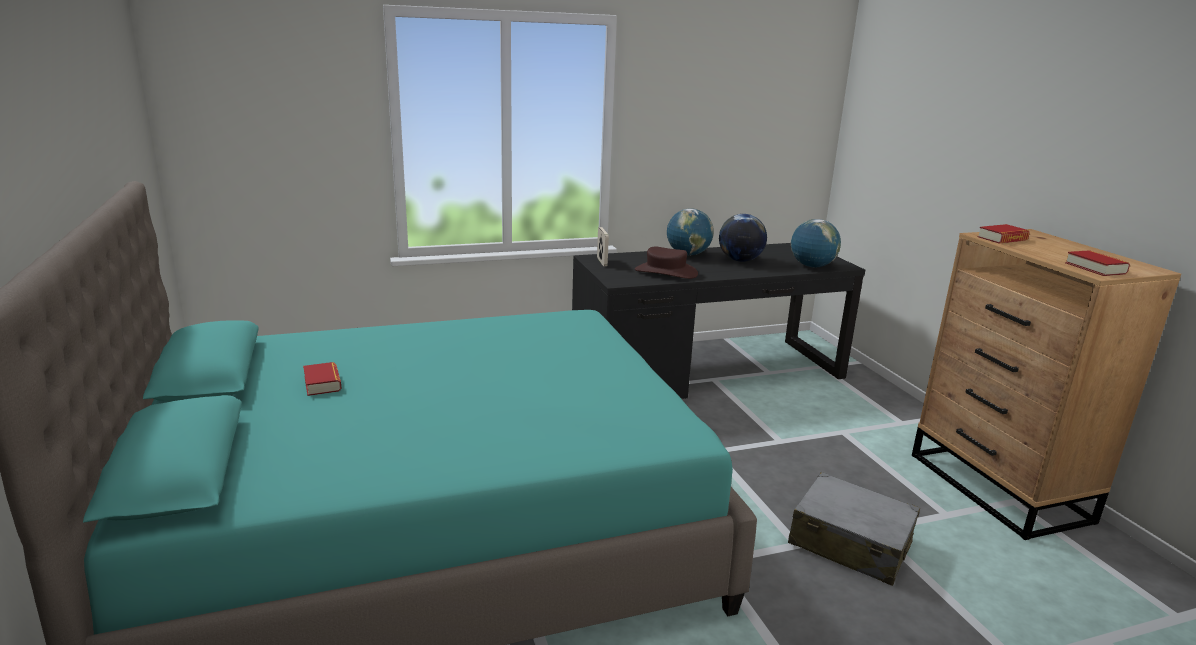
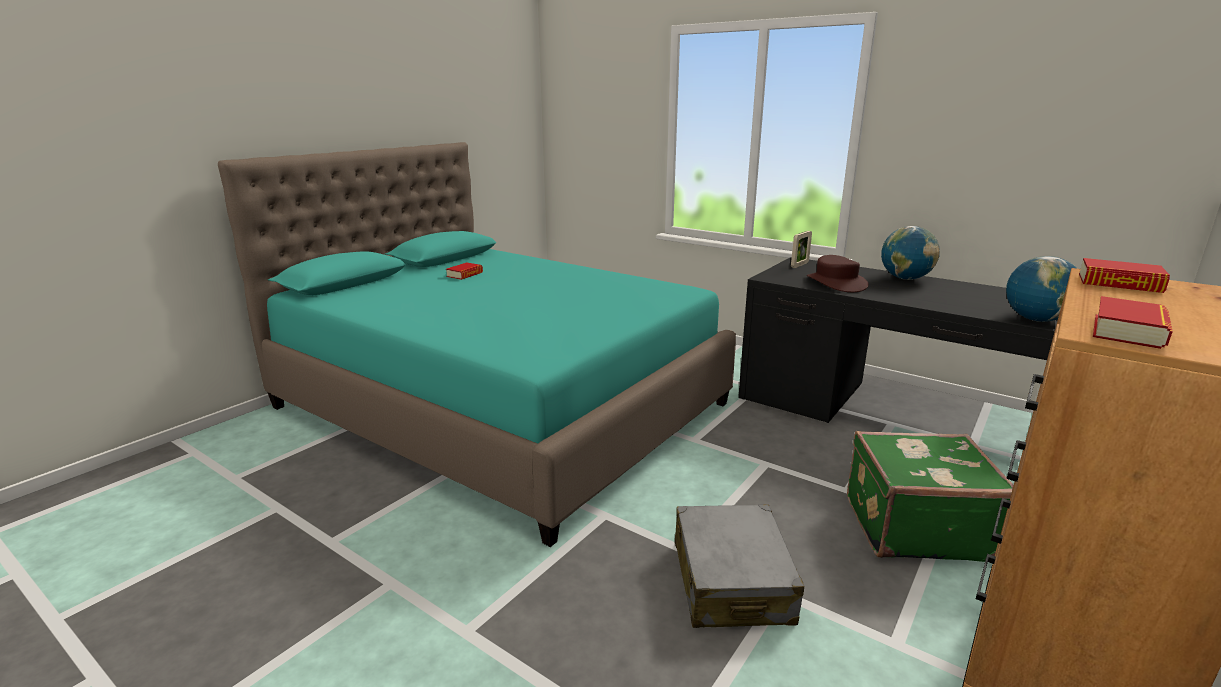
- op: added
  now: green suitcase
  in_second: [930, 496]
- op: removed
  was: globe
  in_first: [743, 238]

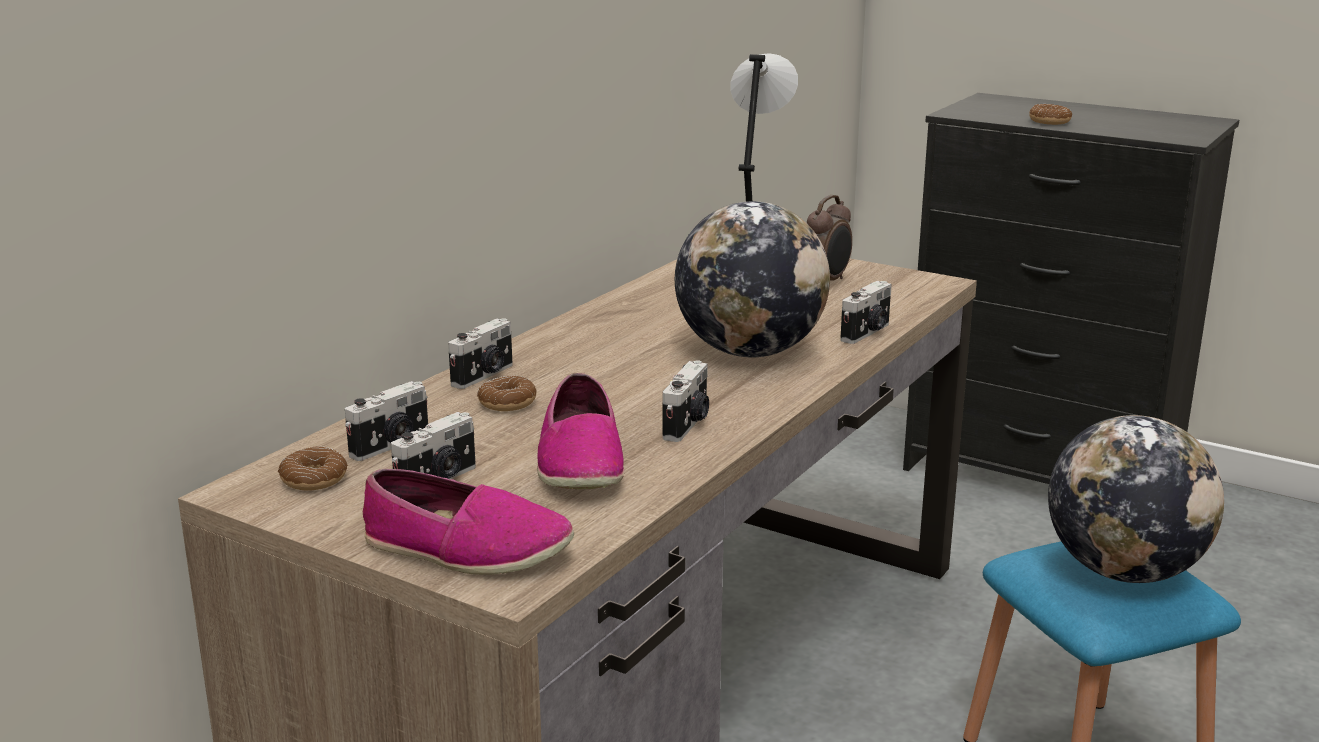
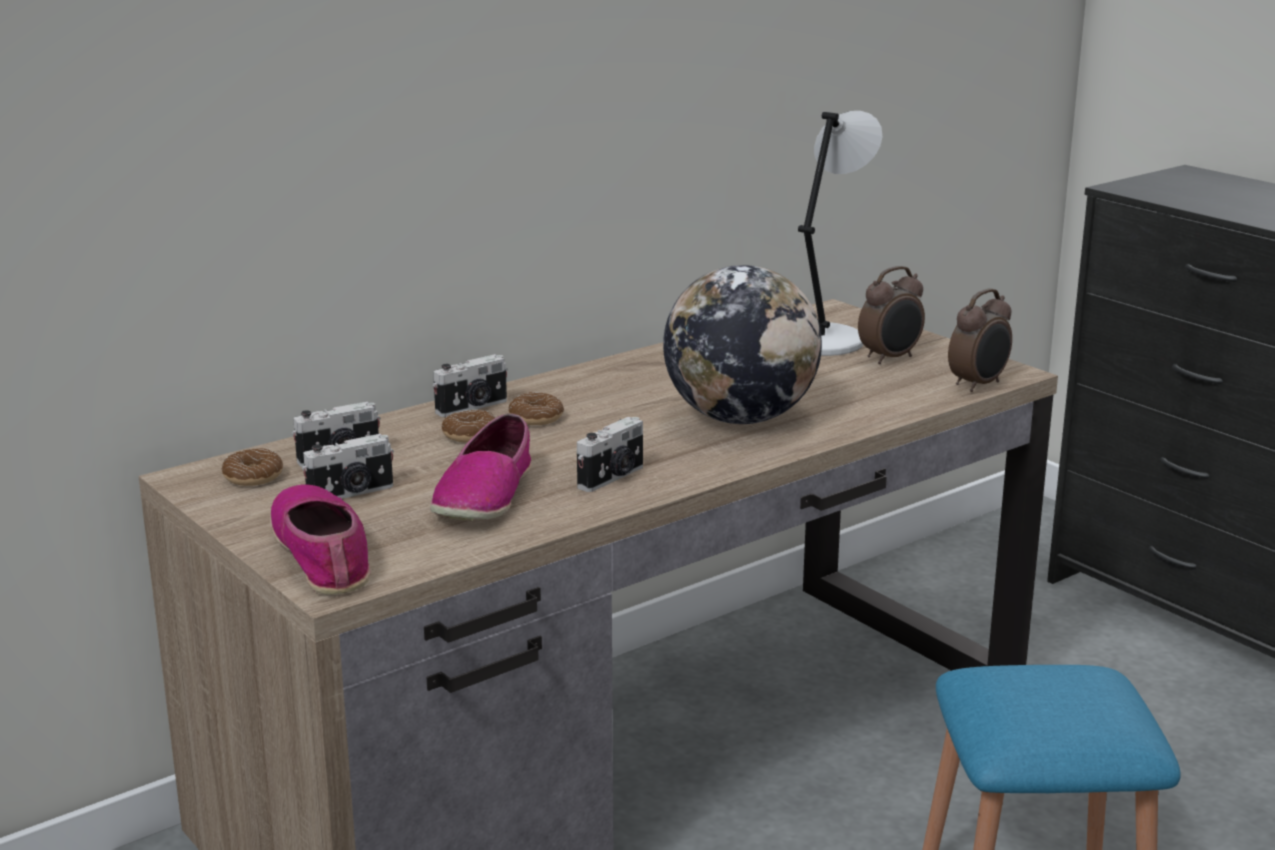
- op: turned
  was: shoe
  in_first: [468, 522]
  in_second: [320, 539]
  clockwise: -150
- op: moved
  was: ring doughnut
  in_first: [1050, 114]
  in_second: [536, 408]
- op: added
  now: bedside clock
  in_second: [980, 340]
- op: removed
  was: still camera
  in_first: [866, 312]
- op: removed
  was: globe
  in_first: [1136, 499]

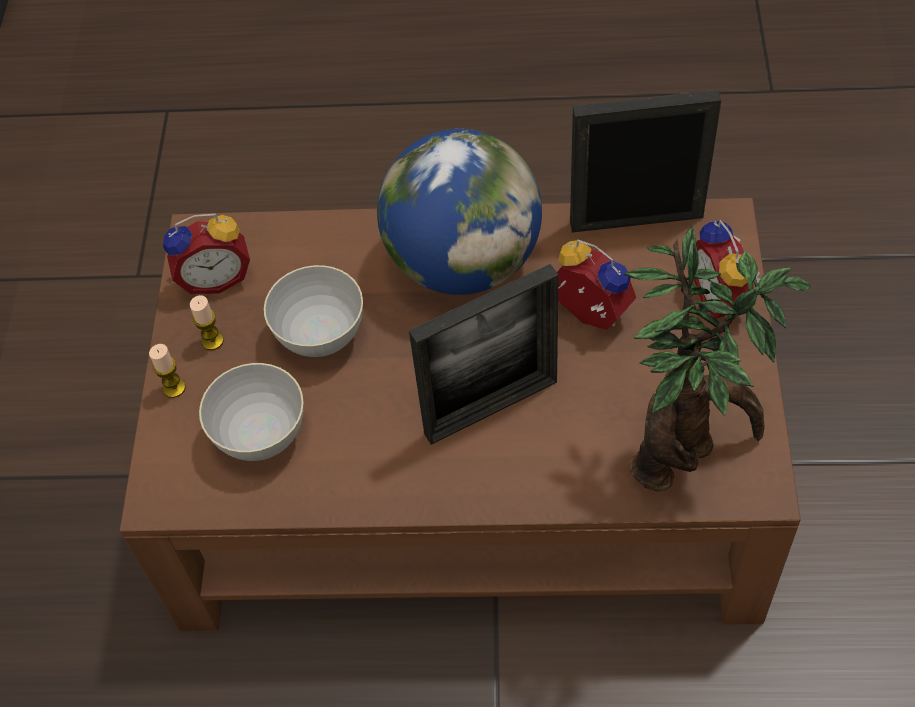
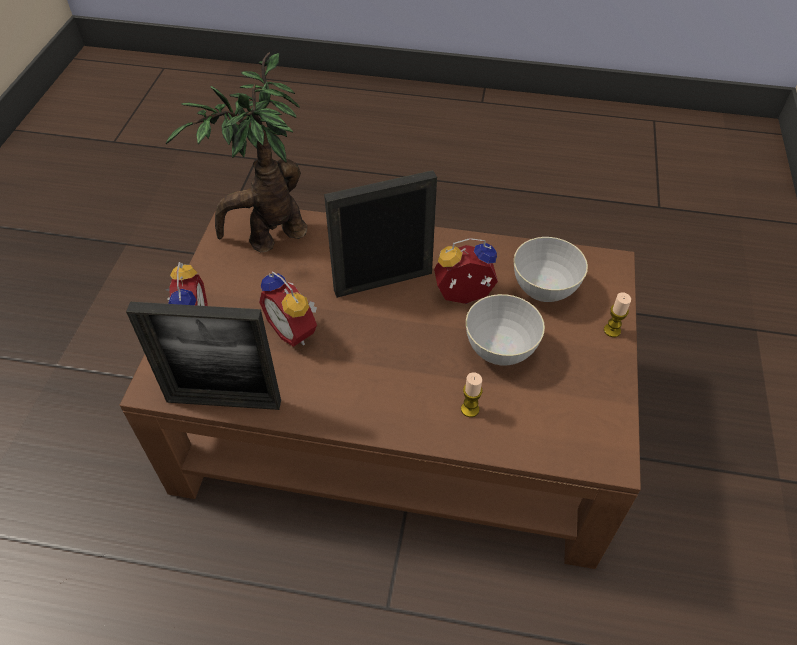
- op: moved
  was: bedside clock
  in_first: [206, 254]
  in_second: [466, 271]
- op: moved
  was: wax light
  in_first: [207, 322]
  in_second: [472, 394]
- op: removed
  was: globe
  in_first: [459, 212]

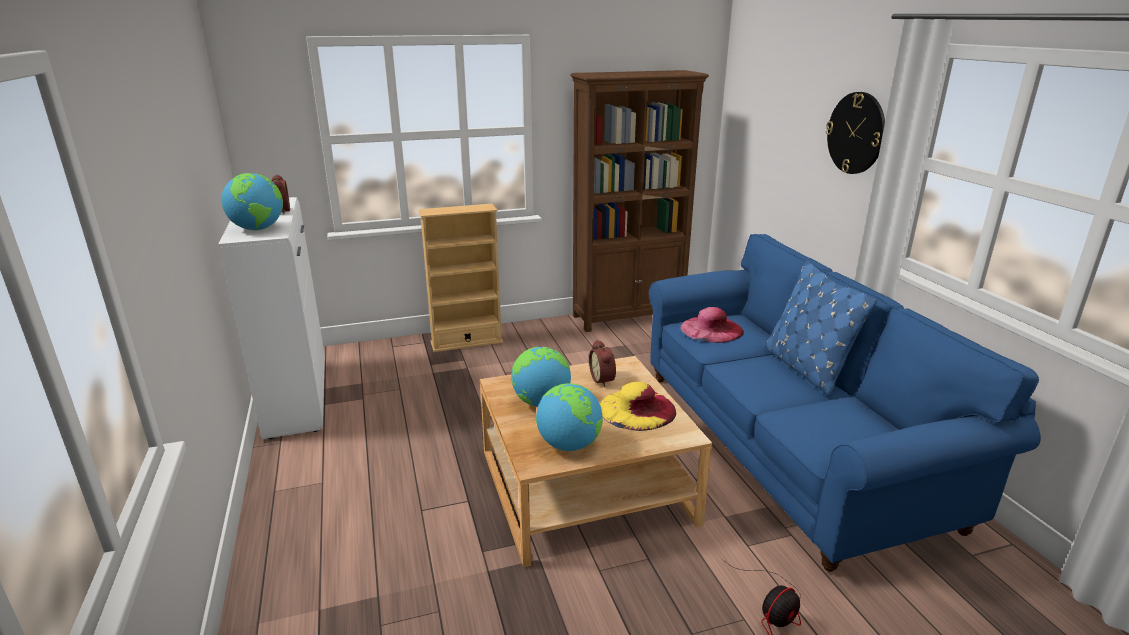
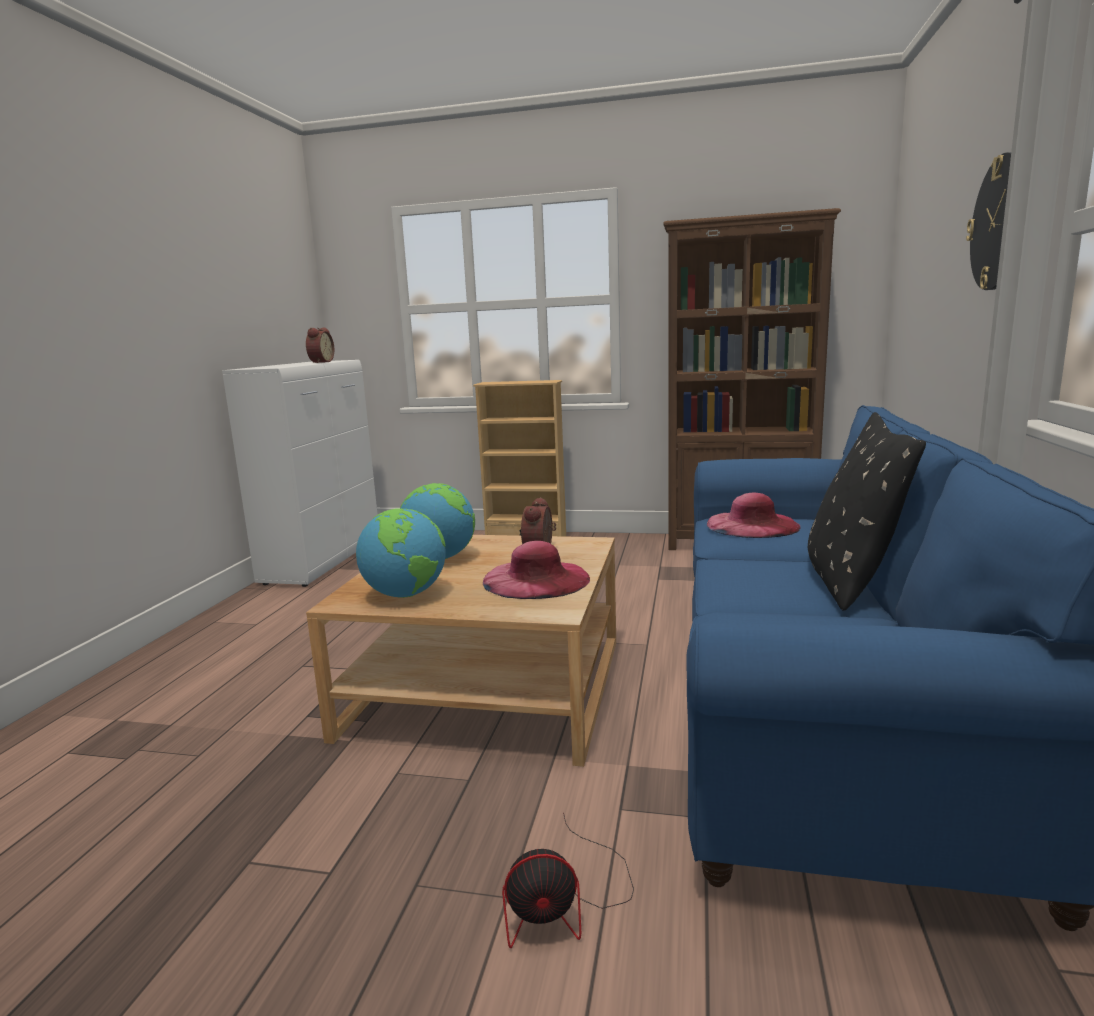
- op: recoloured
  was: yellow wearable hat
  now: pink wearable hat
  in_first: [638, 406]
  in_second: [536, 570]
- op: recoloured
  was: bluish throw pillow
  now: blackish throw pillow
  in_first: [821, 328]
  in_second: [867, 511]
- op: removed
  was: globe
  in_first: [252, 201]

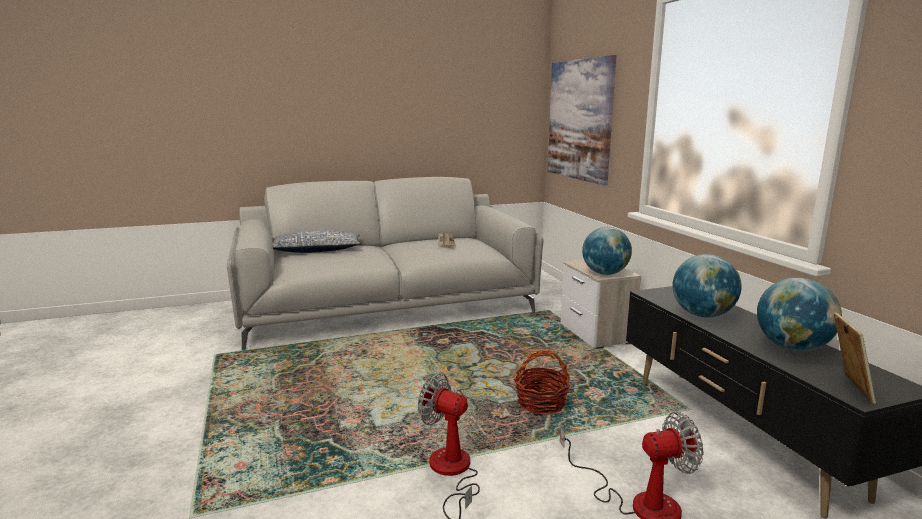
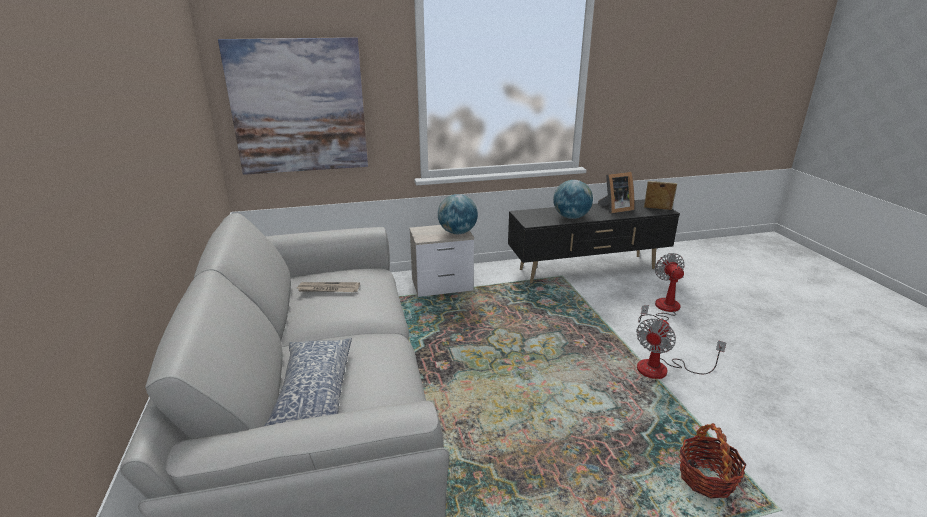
- op: replaced
  was: globe
  now: standing frame
  in_first: [799, 314]
  in_second: [616, 192]
- op: moved
  was: household basket
  in_first: [542, 382]
  in_second: [712, 460]

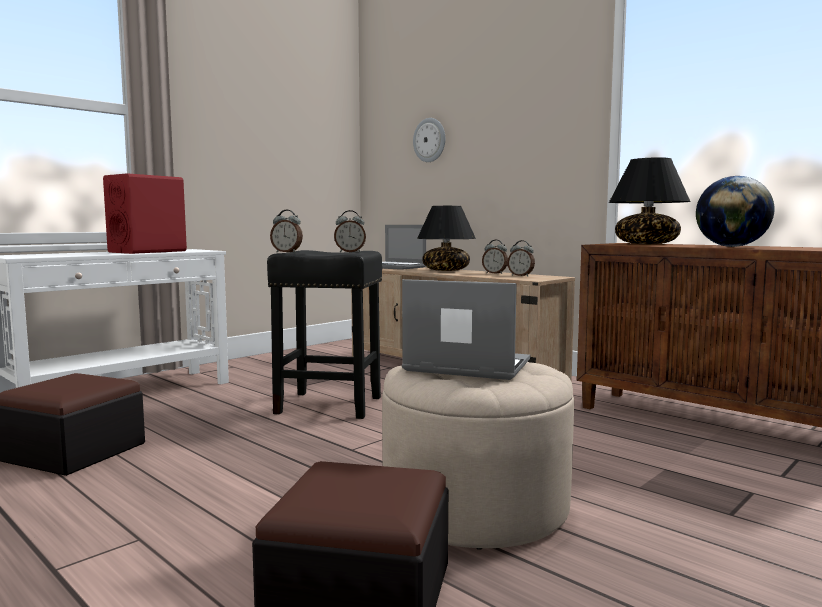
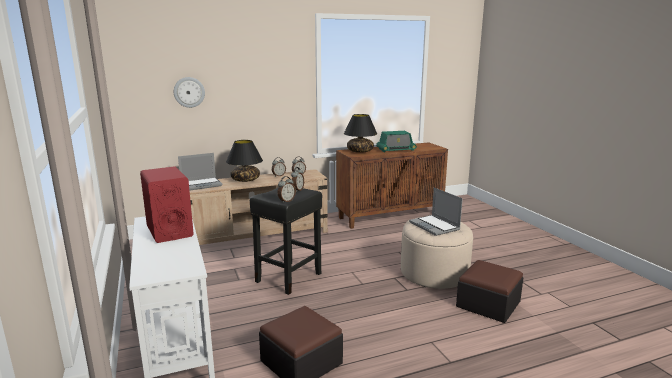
- op: replaced
  was: globe
  now: radio set
  in_first: [735, 211]
  in_second: [396, 142]
- op: turned
  was: portable computer
  in_first: [466, 329]
  in_second: [436, 211]
  clockwise: -75

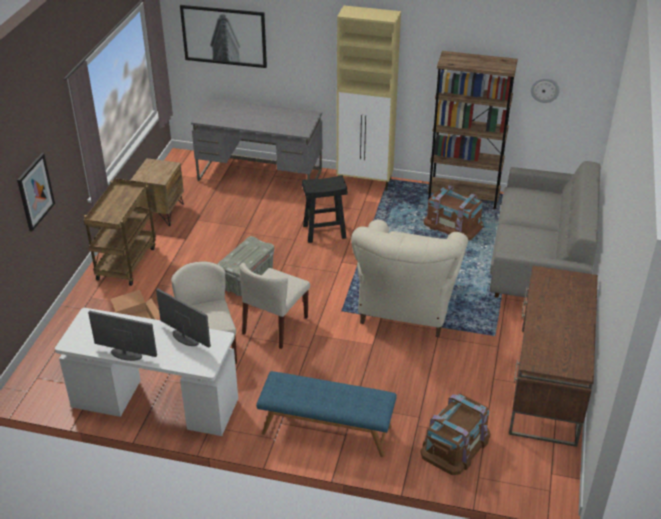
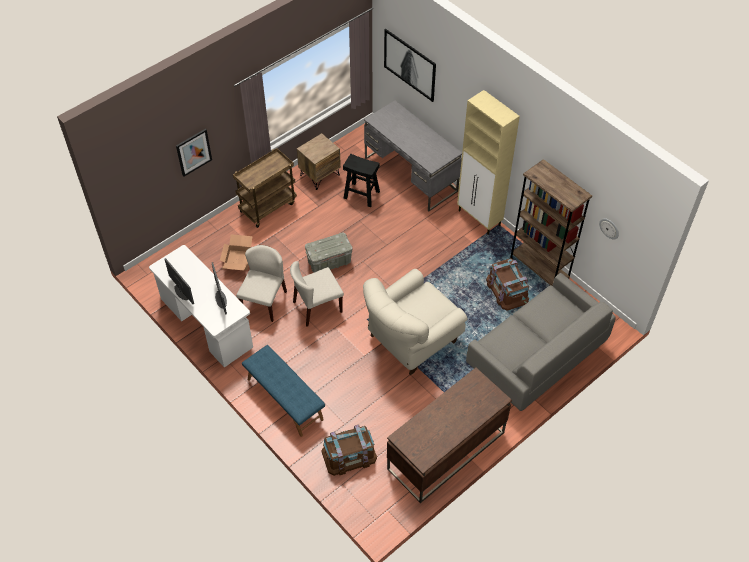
- op: moved
  was: blackish sitting stool
  in_first: [325, 209]
  in_second: [361, 180]

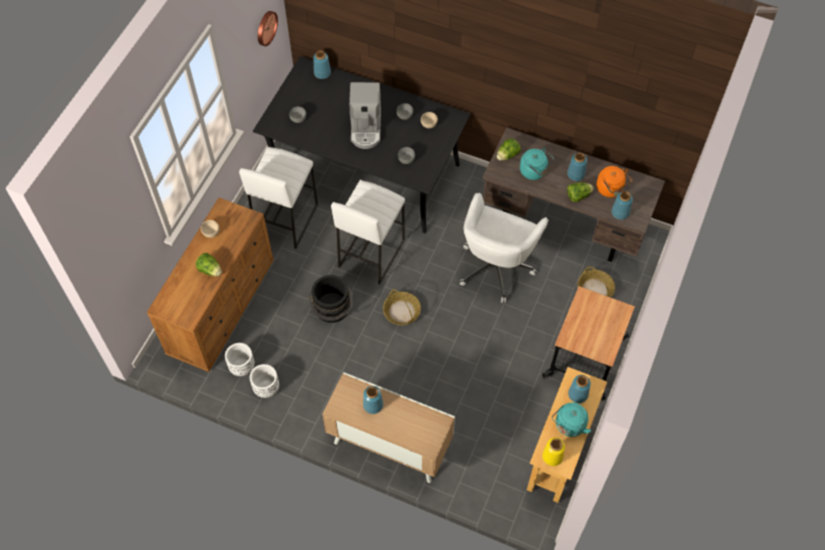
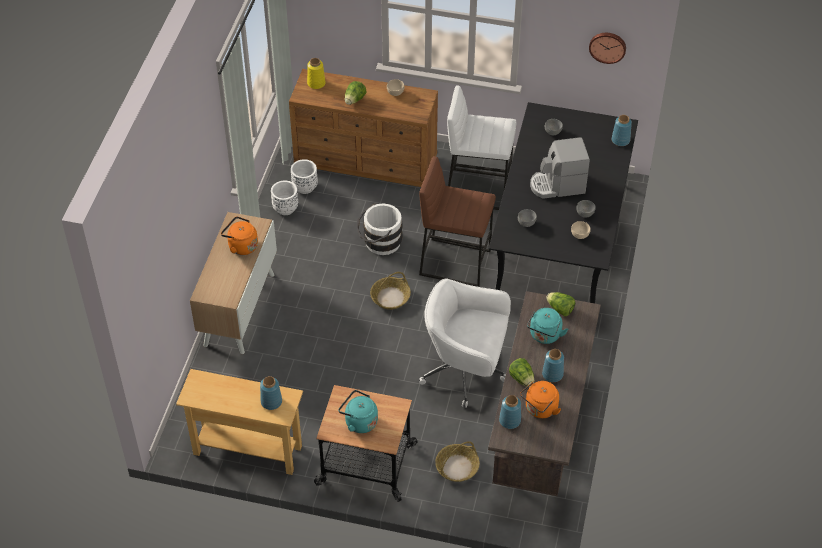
- op: replaced
  was: bluish vase
  now: orange-coloured tea kettle
  in_first: [373, 400]
  in_second: [239, 235]
- op: moved
  was: yellow vase
  in_first: [553, 452]
  in_second: [316, 73]
- op: moved
  was: turquoise-coloured tea kettle
  in_first: [572, 420]
  in_second: [358, 411]
- op: recoloured
  was: blackish pail
  now: white-coloured pail
  in_first: [330, 299]
  in_second: [379, 229]
- op: recoloured
  was: white-coloured sitting stool
  now: brown sitting stool
  in_first: [368, 232]
  in_second: [457, 221]

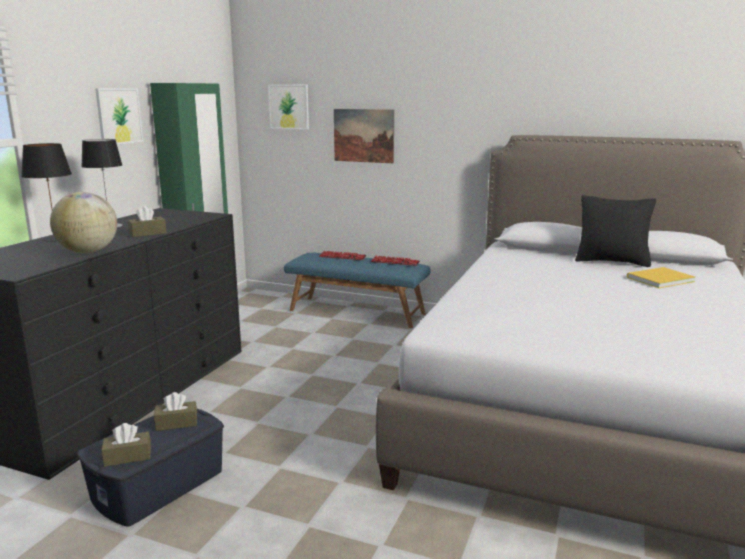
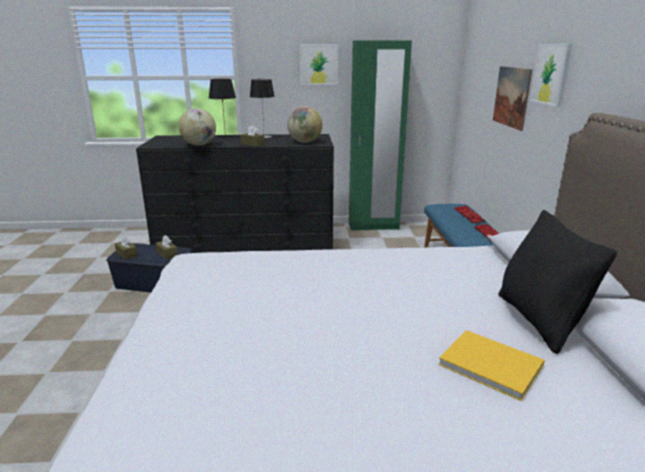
- op: added
  now: globe
  in_second: [305, 124]
- op: moved
  was: picture
  in_first: [288, 107]
  in_second: [551, 75]

